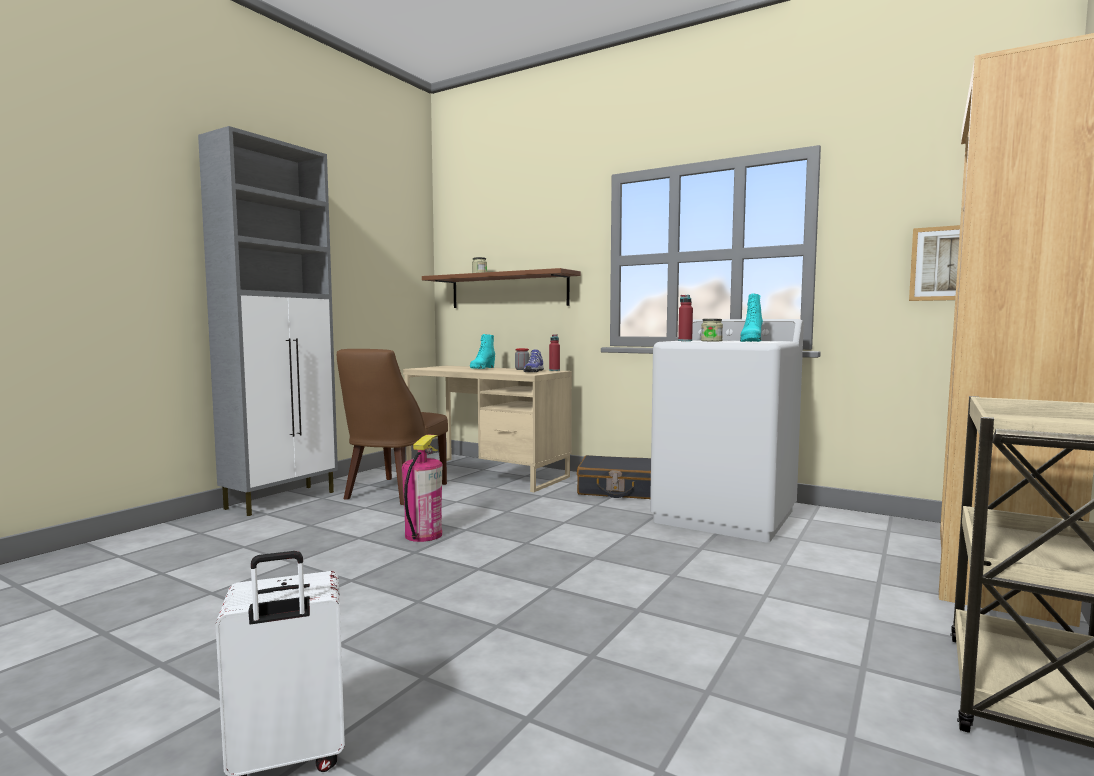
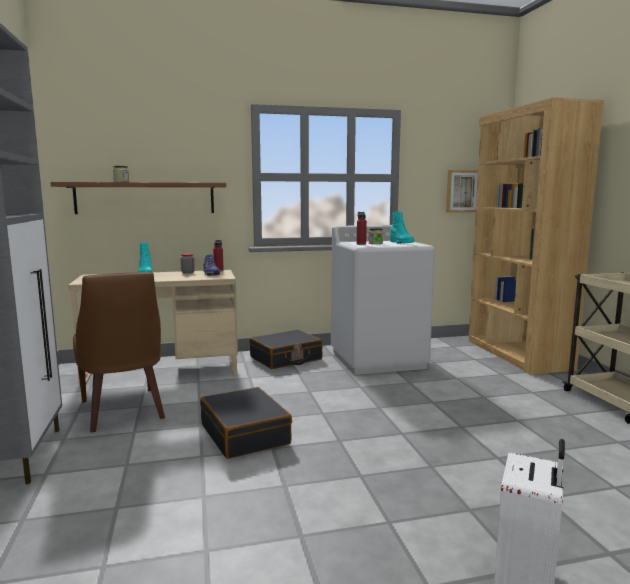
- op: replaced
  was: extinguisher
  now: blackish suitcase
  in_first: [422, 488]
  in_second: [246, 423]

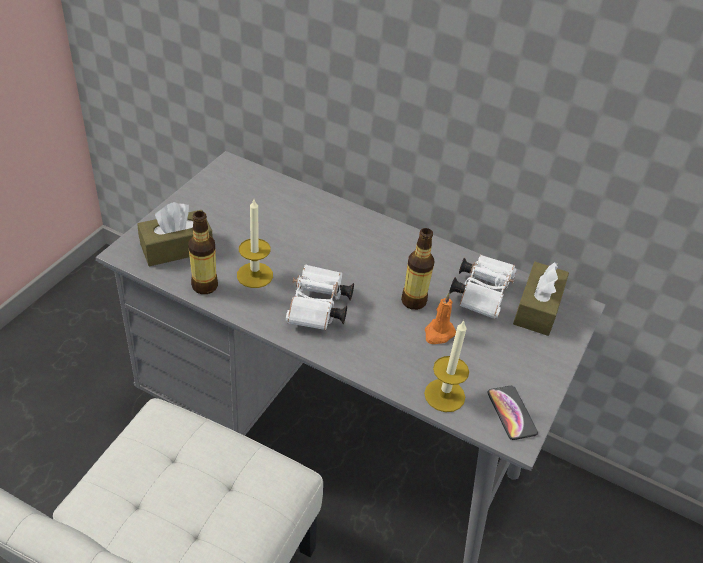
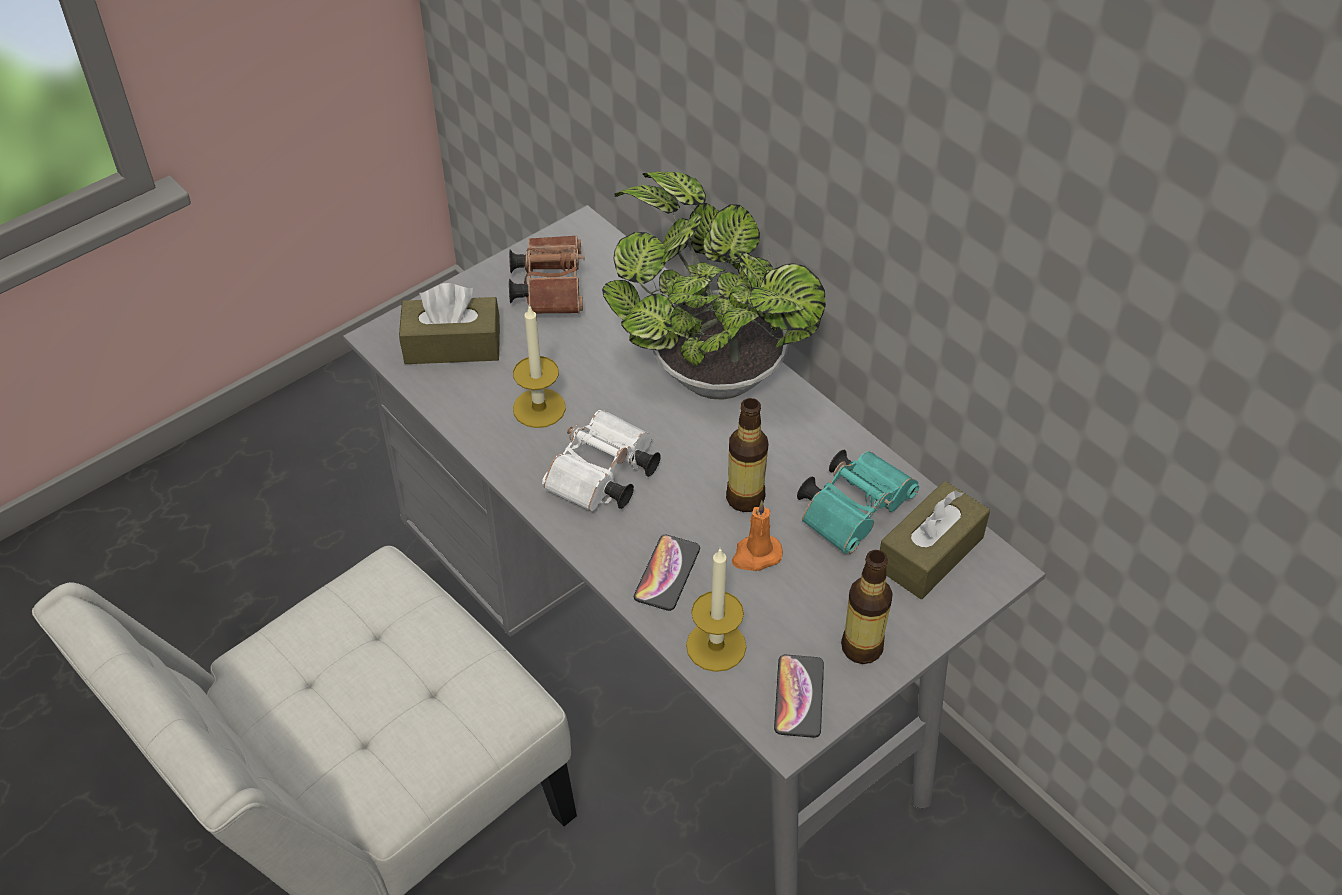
- op: added
  now: brown field glasses
  in_second: [546, 274]
- op: added
  now: houseplant
  in_second: [714, 286]
- op: added
  now: phone
  in_second: [667, 573]
- op: recoloured
  was: white-coloured field glasses
  now: turquoise-coloured field glasses
  in_first: [483, 287]
  in_second: [858, 502]
- op: moved
  was: drink bottle
  in_first: [203, 252]
  in_second: [867, 607]

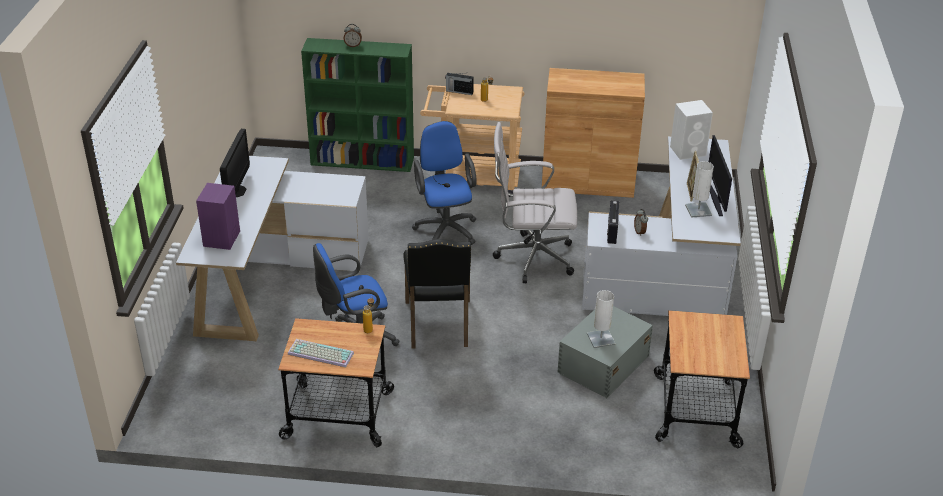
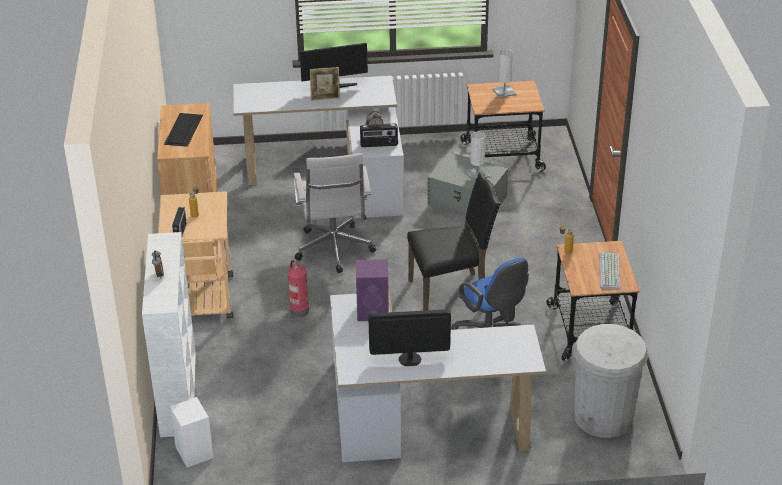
- op: recoloured
  was: green bookcase
  now: white-coloured bookcase
  in_first: [357, 105]
  in_second: [169, 334]
- op: added
  now: keyboard
  in_second: [183, 130]
- op: moved
  was: white-coloured audio speaker
  in_first: [691, 130]
  in_second: [192, 432]
- op: replaced
  was: bluish computer chair
  now: extinguisher
  in_first: [444, 183]
  in_second: [298, 288]
- op: moved
  was: purple-coloured audio speaker
  in_first: [218, 216]
  in_second: [372, 290]
- op: moved
  was: white-coloured table lamp
  in_first: [699, 189]
  in_second: [504, 73]
- op: added
  now: white-coloured trash can
  in_second: [611, 381]

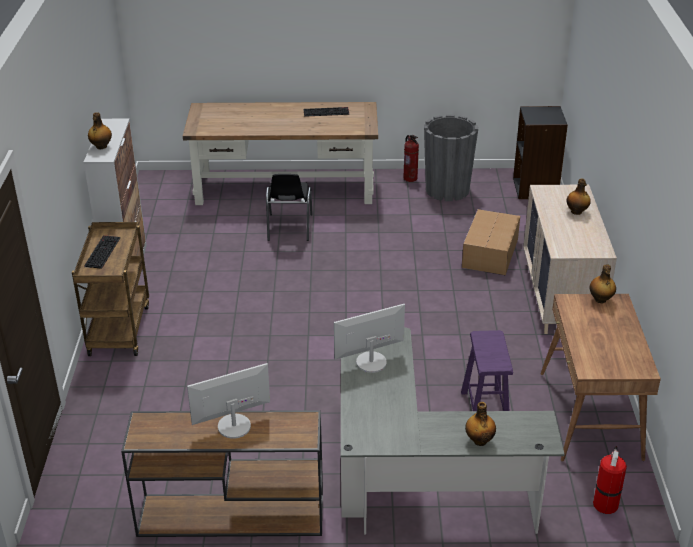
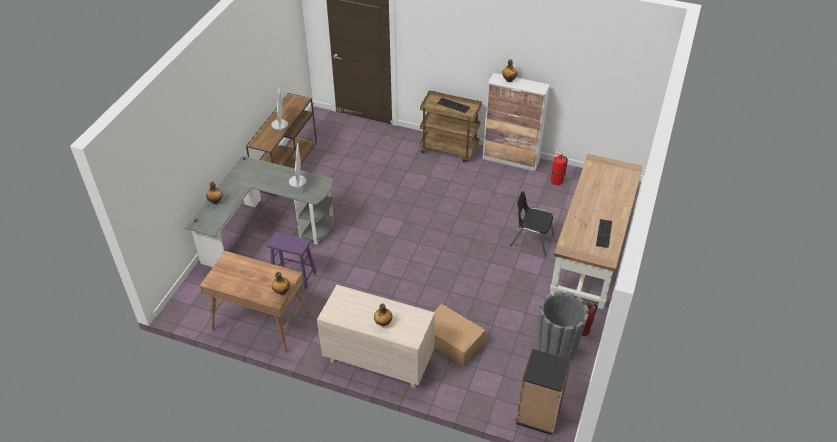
- op: moved
  was: extinguisher
  in_first: [610, 480]
  in_second: [559, 167]

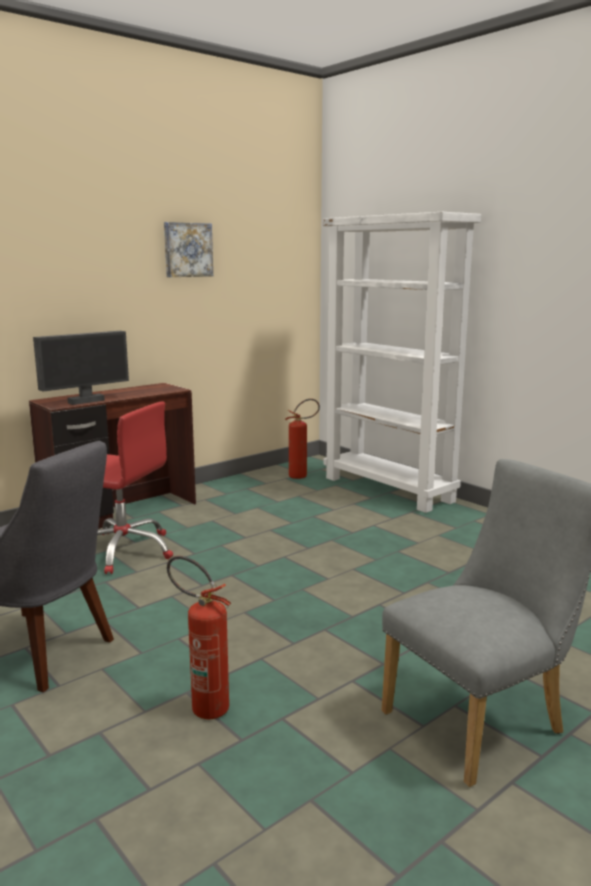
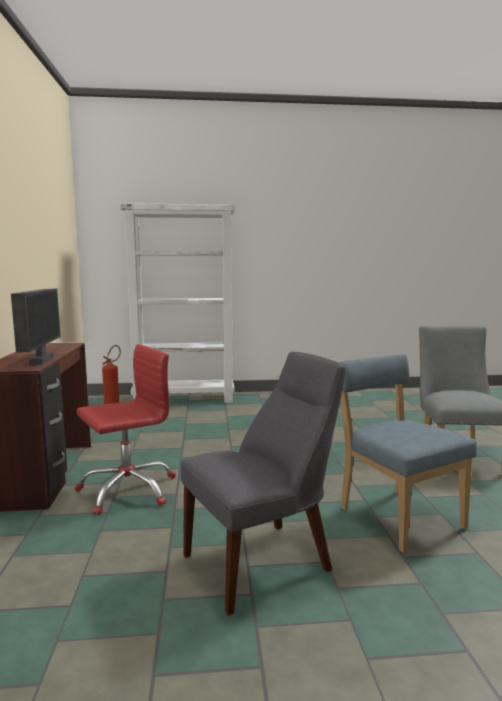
- op: replaced
  was: extinguisher
  now: bluish plain chair
  in_first: [199, 637]
  in_second: [408, 453]
- op: removed
  was: picture
  in_first: [188, 249]

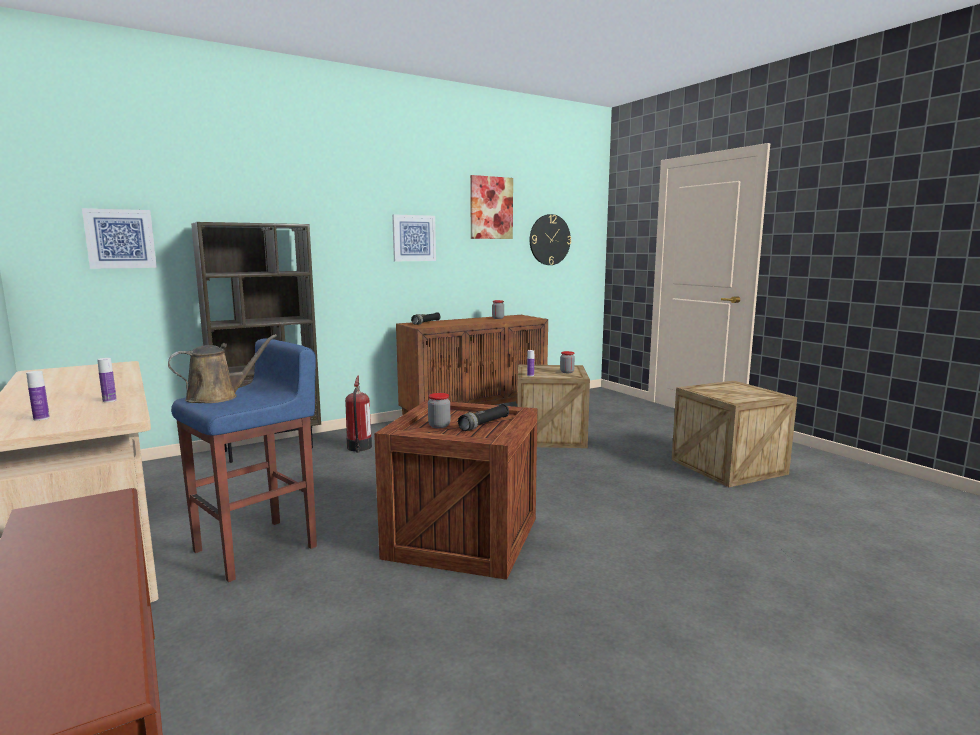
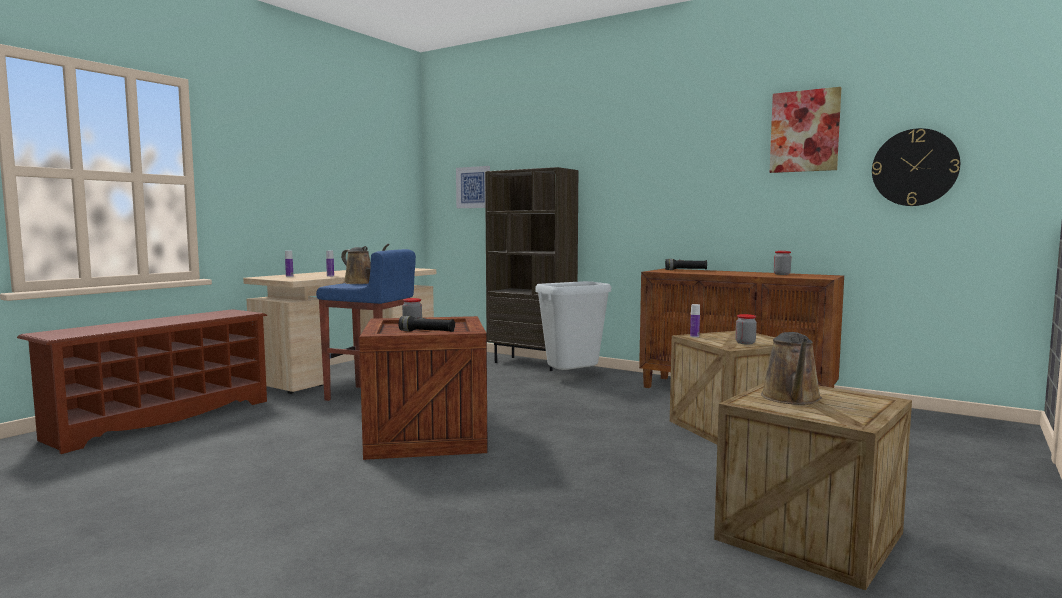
- op: replaced
  was: extinguisher
  now: grey trash can
  in_first: [358, 414]
  in_second: [573, 325]
- op: added
  now: brown watering can
  in_second: [791, 368]
- op: removed
  was: picture
  in_first: [414, 237]

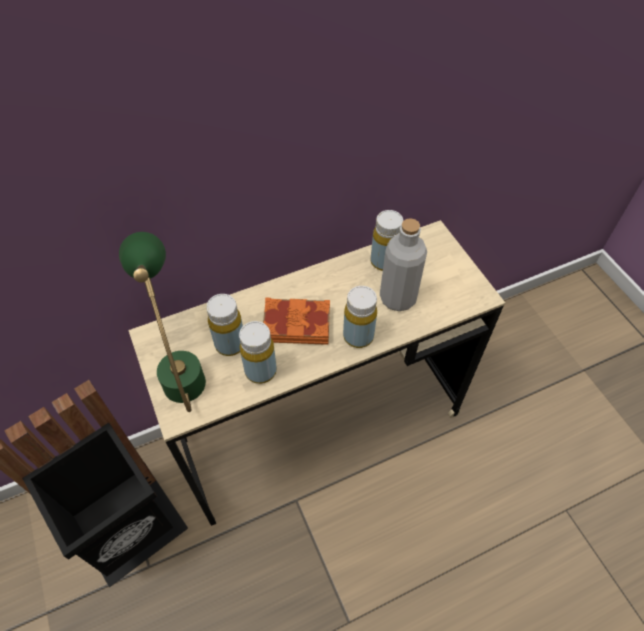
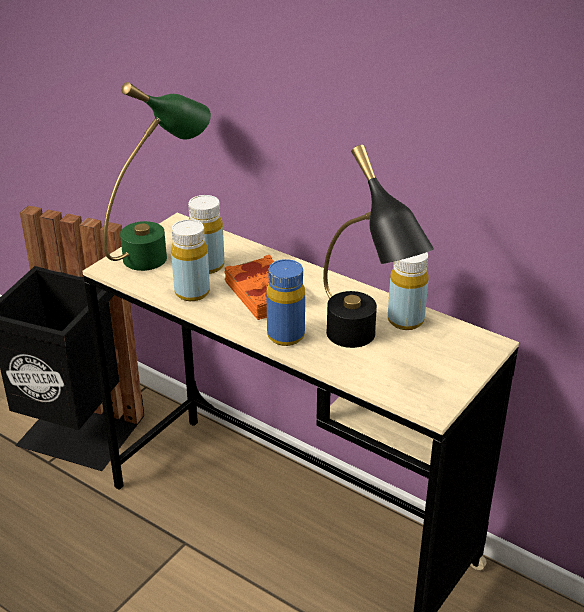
- op: recoloured
  was: yellow drink bottle
  now: bluish drink bottle
  in_first: [360, 317]
  in_second: [285, 302]
- op: replaced
  was: grey drink bottle
  now: blackish table lamp
  in_first: [403, 264]
  in_second: [378, 246]

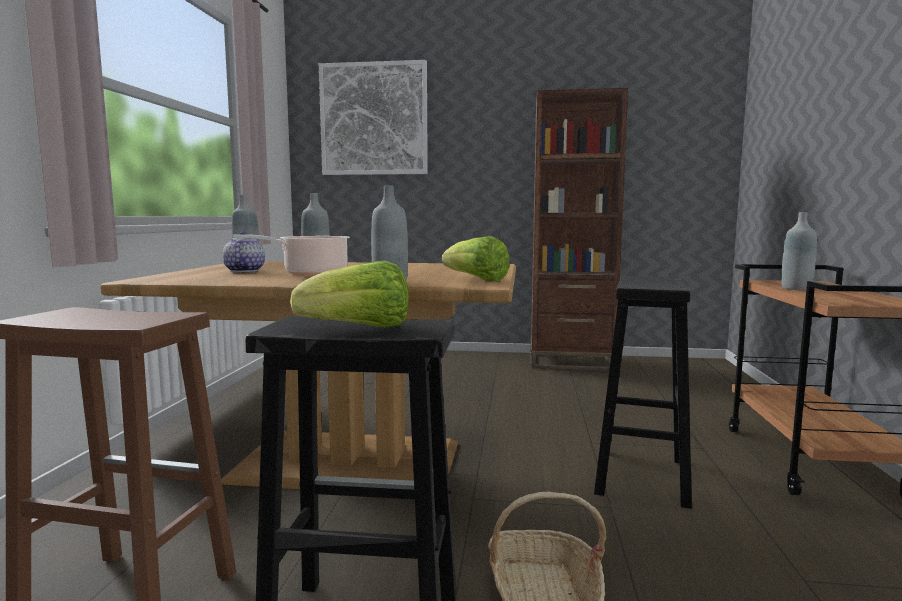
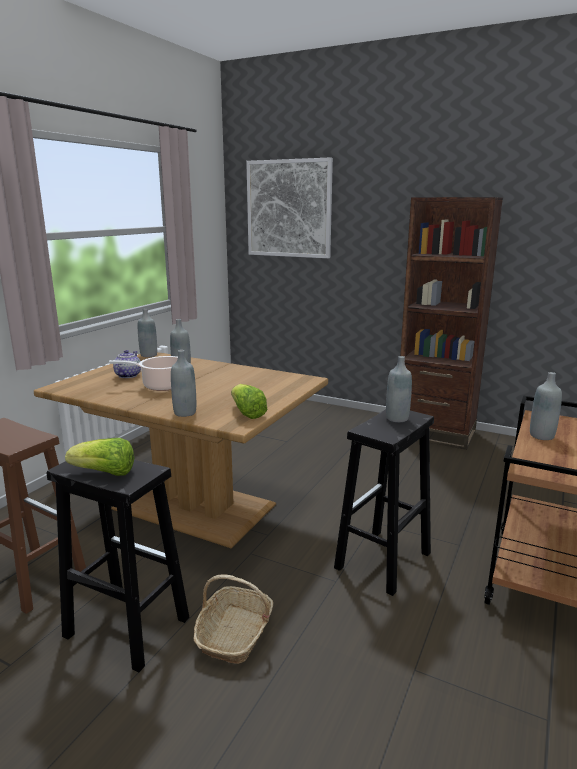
- op: added
  now: grey drink bottle
  in_second: [399, 389]

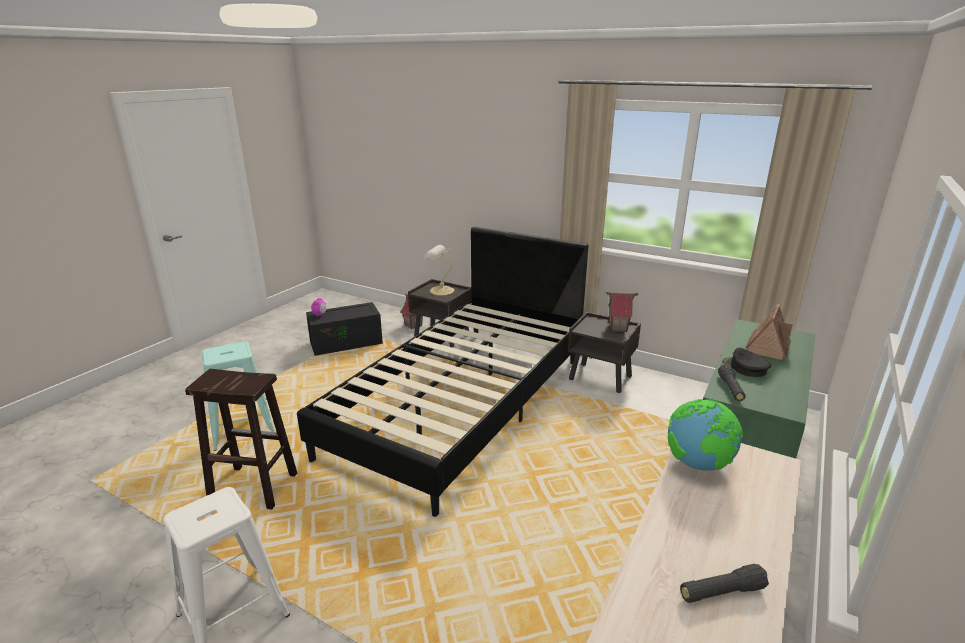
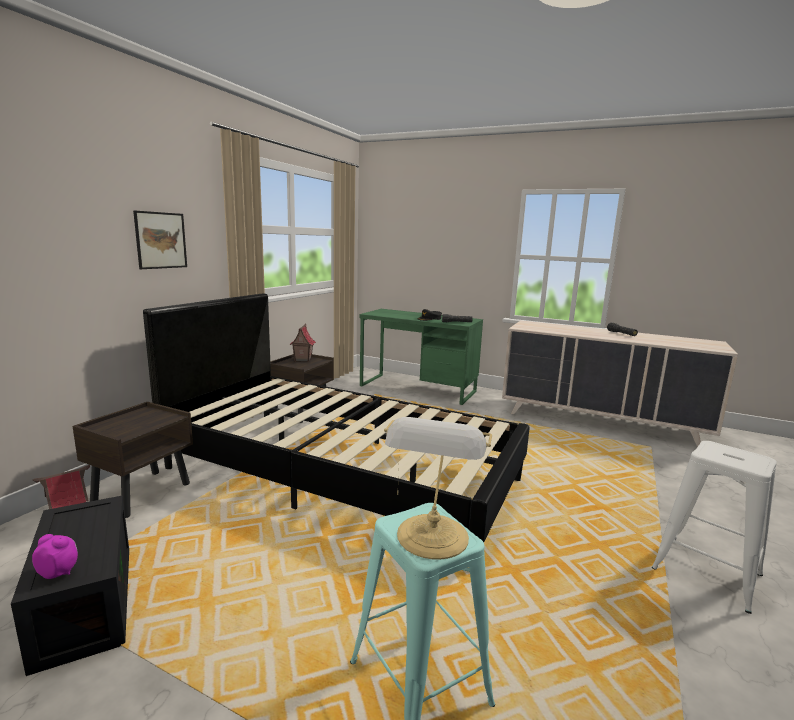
- op: added
  now: picture
  in_second: [160, 240]
- op: moved
  was: table lamp
  in_first: [438, 270]
  in_second: [438, 488]
- op: removed
  was: brown sitting stool
  in_first: [241, 439]
- op: removed
  was: globe
  in_first: [705, 435]
- op: removed
  was: miniature house
  in_first: [769, 332]

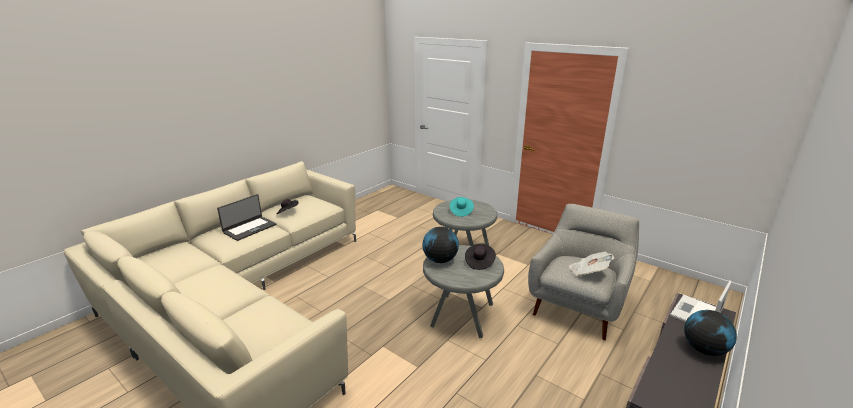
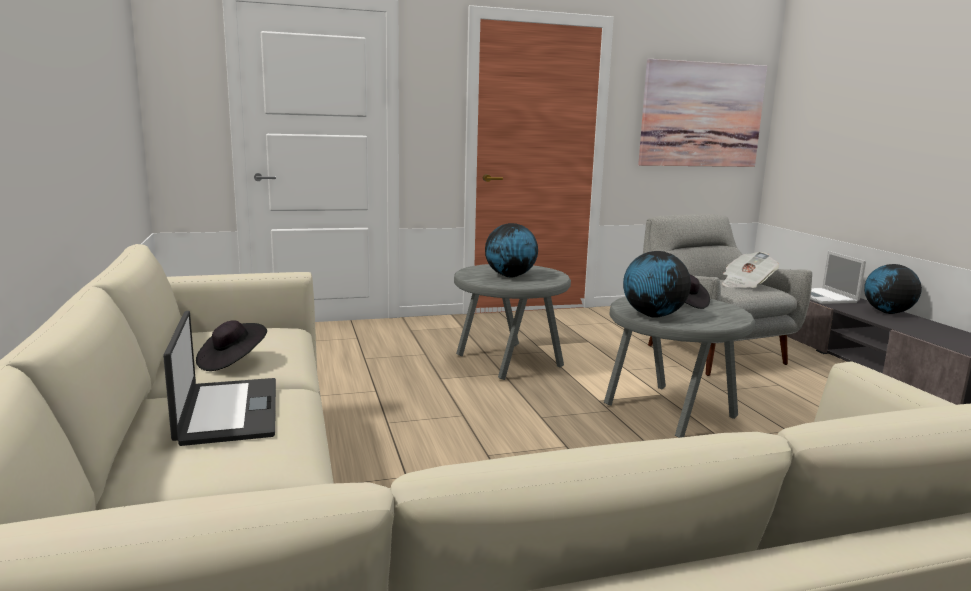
- op: replaced
  was: turquoise-coloured wearable hat
  now: globe
  in_first: [461, 207]
  in_second: [511, 250]
- op: added
  now: picture
  in_second: [702, 113]

